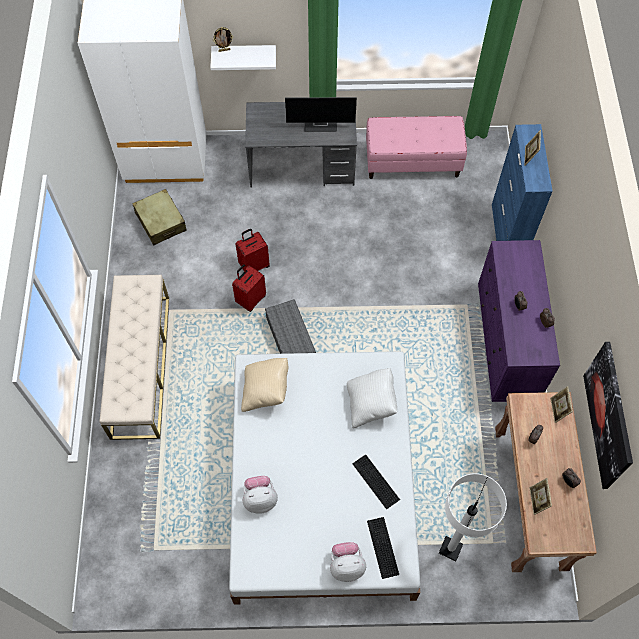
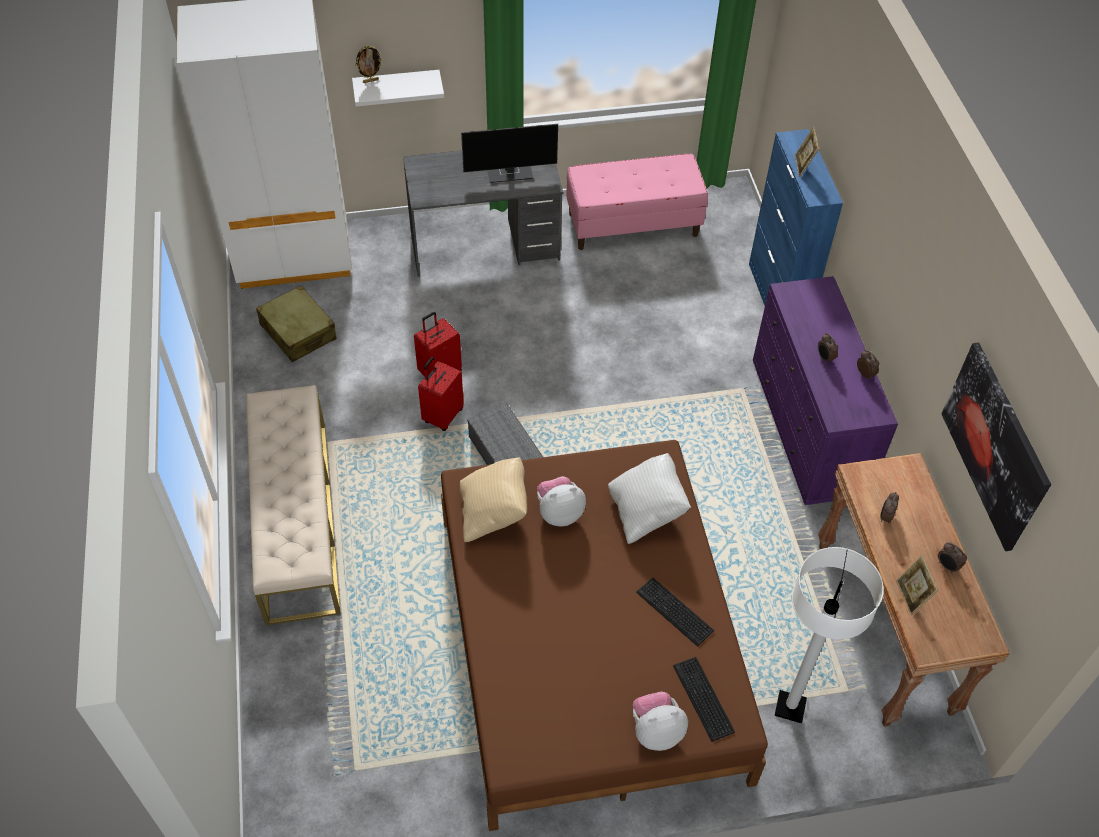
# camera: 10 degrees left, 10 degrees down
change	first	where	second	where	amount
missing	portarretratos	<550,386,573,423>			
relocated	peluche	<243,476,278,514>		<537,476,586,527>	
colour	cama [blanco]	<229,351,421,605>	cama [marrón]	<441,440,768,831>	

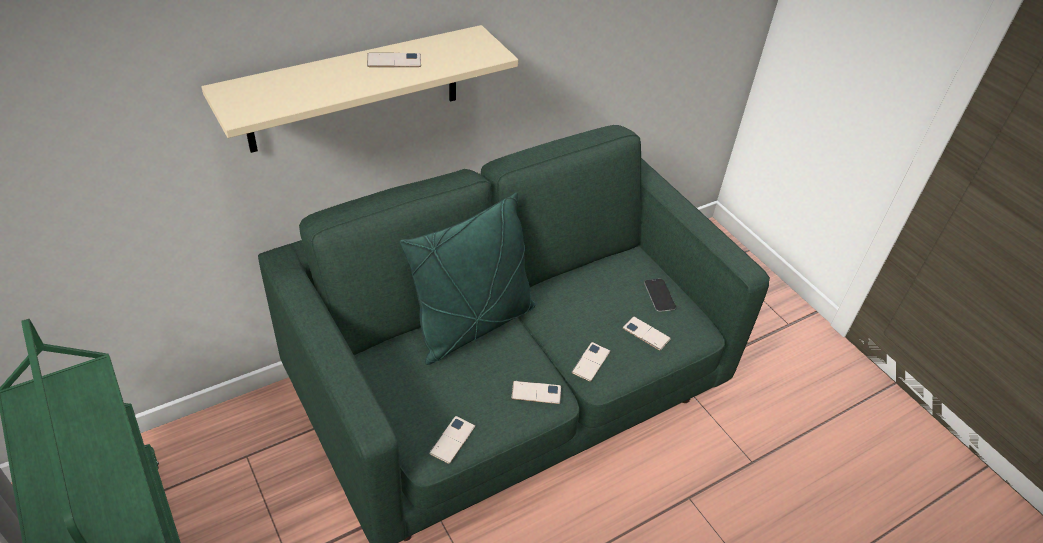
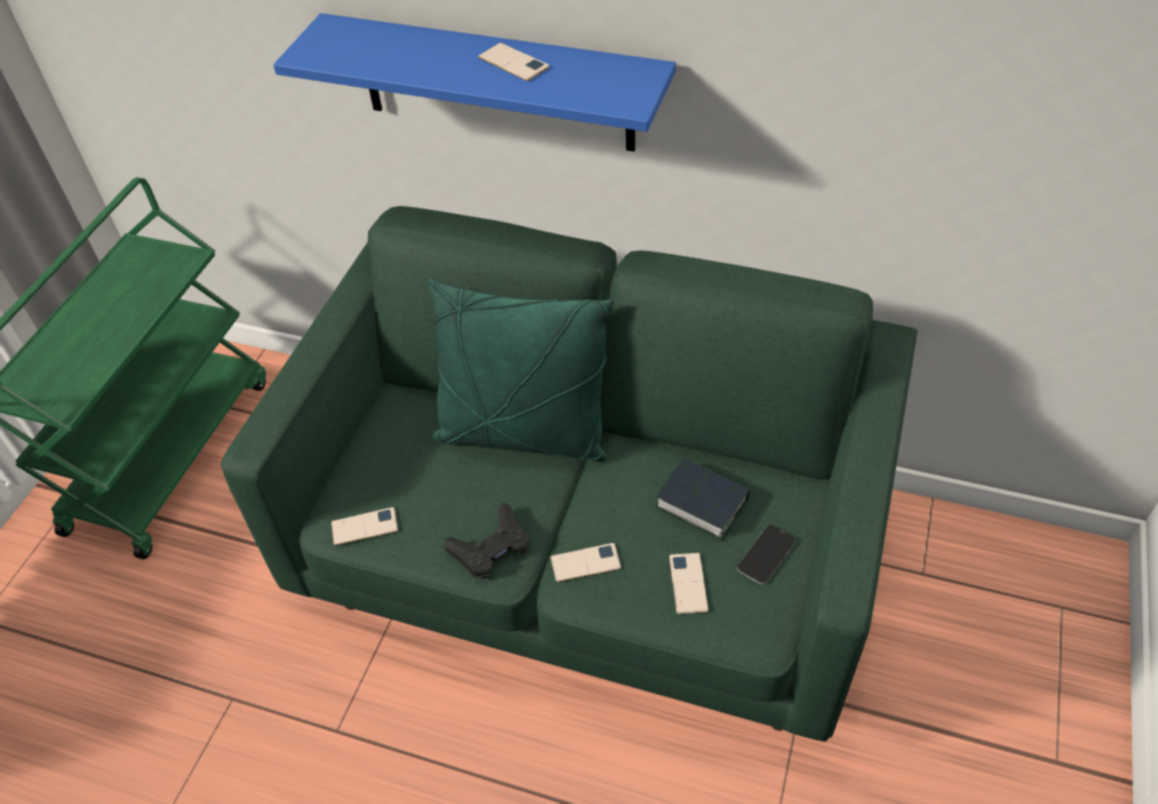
# camera: 55 degrees right, 5 degrees up
change	first	where	second	where	amount
appeared			libro	<655,458,750,541>	
exchanged	móvil	<511,381,561,404>	mando de consola [negro]	<445,503,529,579>	
colour	estante [beis]	<201,25,518,153>	estante [azul]	<273,13,676,152>	

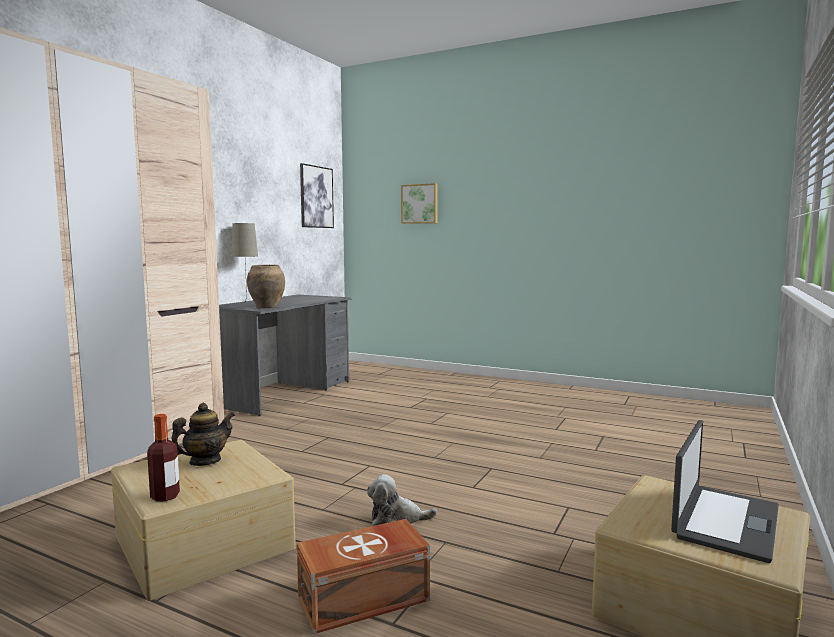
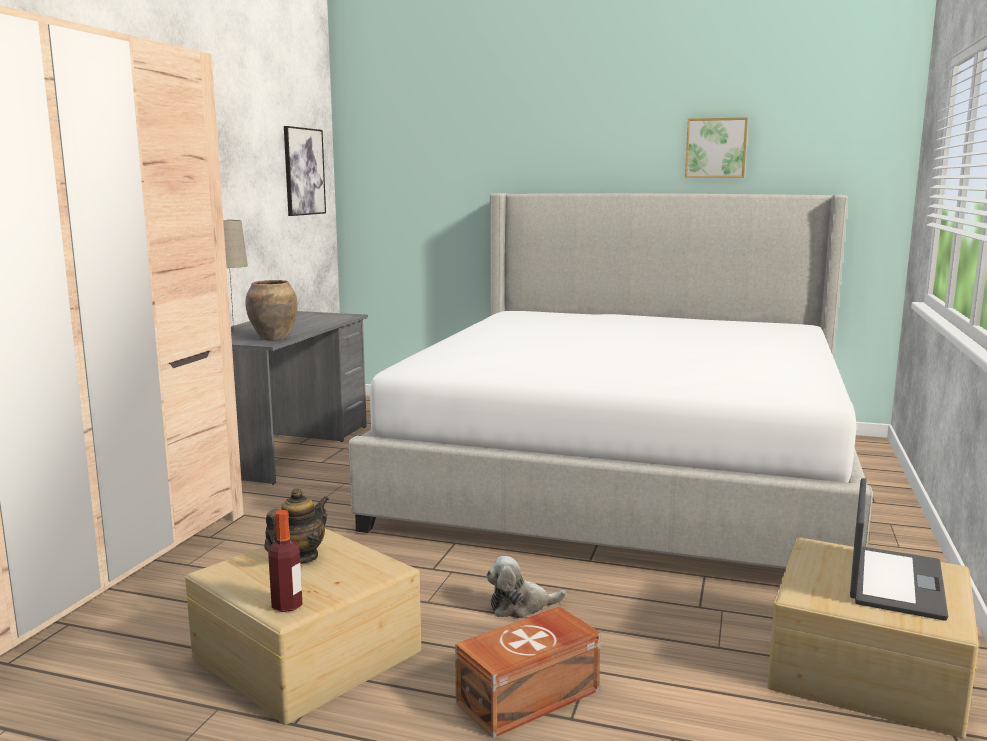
# camera: 10 degrees left, 5 degrees up
change	first	where	second	where	amount
appeared			cama	<348,193,873,569>	
relocated	cuadro	<401,183,438,224>		<685,117,748,178>	

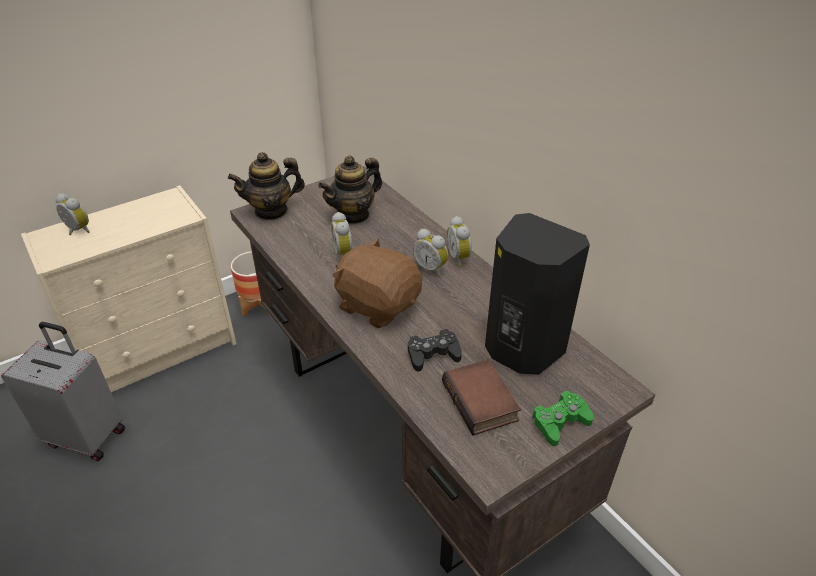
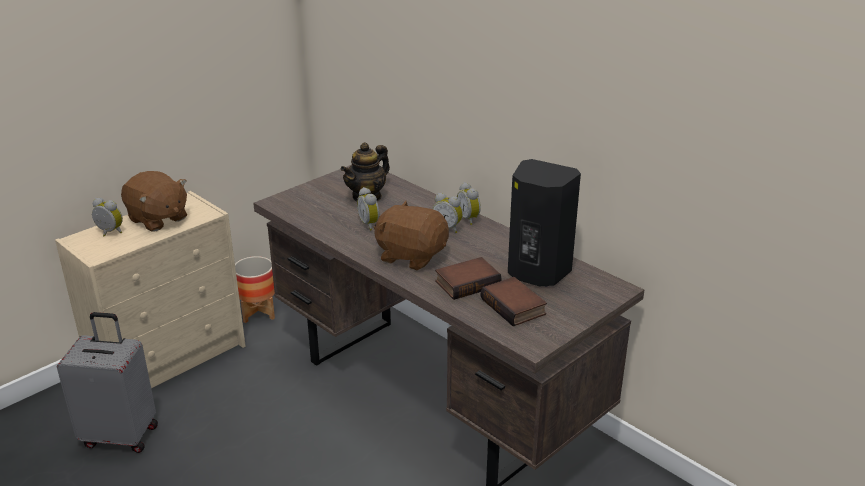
# camera: 10 degrees left, 10 degrees down
change	first	where	second	where	amount
missing	tetera	<228,152,305,220>			
missing	mando de consola [verde]	<532,391,594,446>			
appeared			peluche [marrón]	<121,171,187,231>	
exchanged	mando de consola [negro]	<408,329,462,372>	libro	<435,257,502,300>	

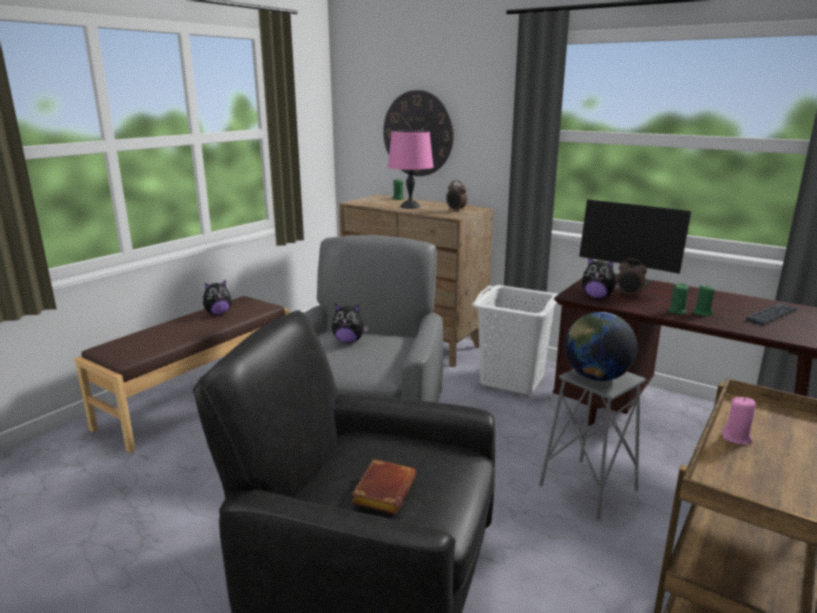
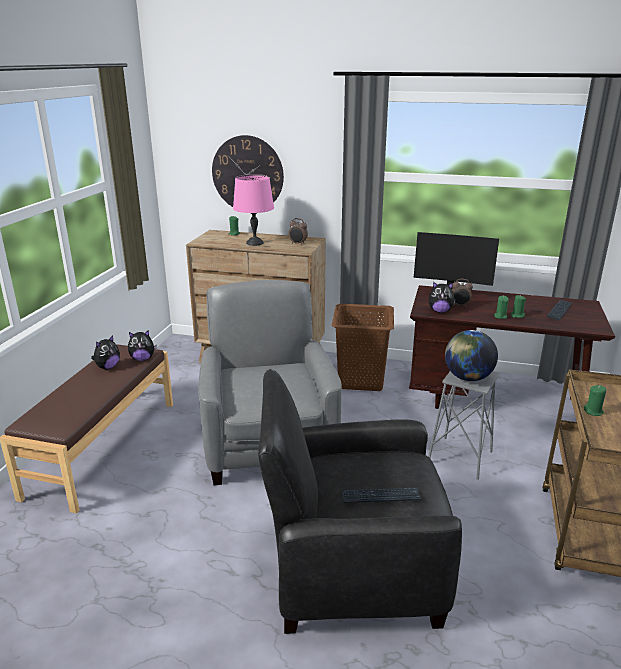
# camera: 20 degrees left, 5 degrees up
change	first	where	second	where	amount
relocated	peluche	<332,304,369,343>		<128,330,157,361>	
exchanged	libro [marrón]	<352,459,416,514>	teclado	<342,488,422,503>	
colour	cesto de la ropa [blanco]	<472,285,558,395>	cesto de la ropa [marrón]	<332,304,394,391>	
colour	vela [rosa]	<722,397,756,445>	vela [verde]	<584,385,606,416>	

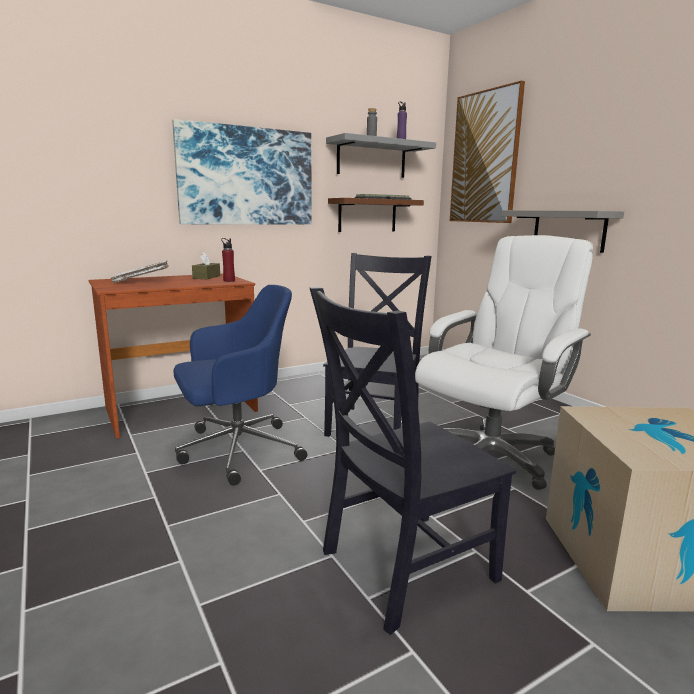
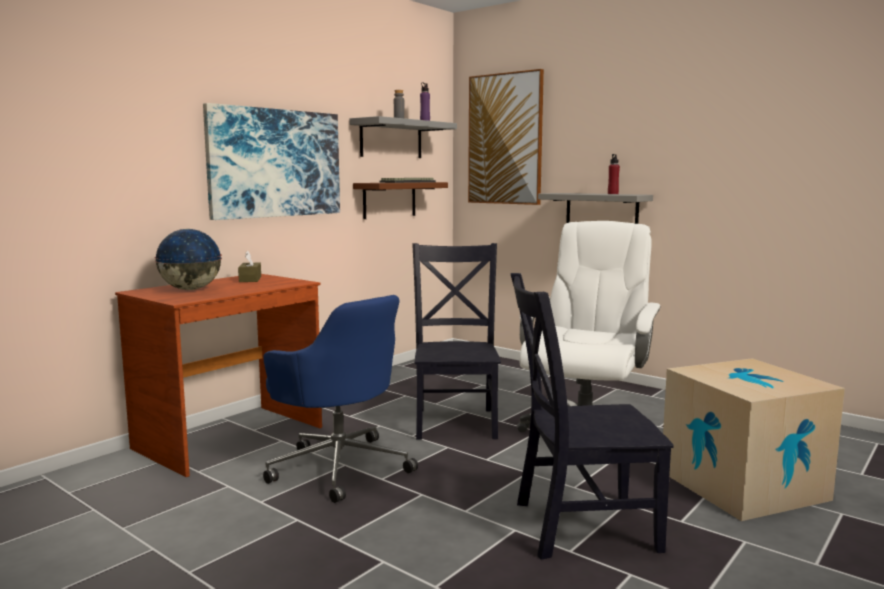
# camera: 20 degrees left, 5 degrees down
change	first	where	second	where	amount
relocated	botella [rojo]	<221,238,235,282>		<608,154,620,194>	
exchanged	libro [blanco]	<111,260,169,283>	globo terráqueo	<154,229,222,290>	
spun	silla de oficina [azul]	<173,285,307,486>		<263,295,418,503>	90 degrees clockwise
spun	silla [negro]	<309,287,516,635>		<511,273,674,560>	45 degrees clockwise

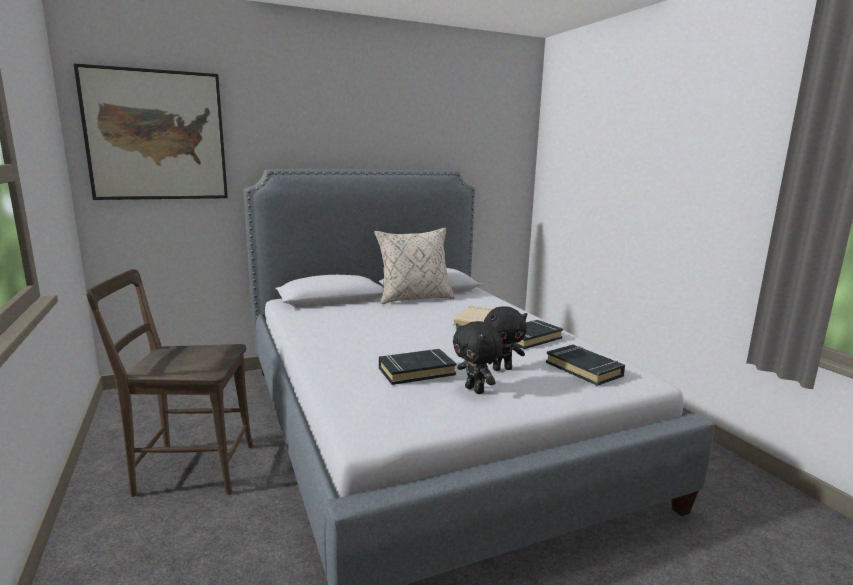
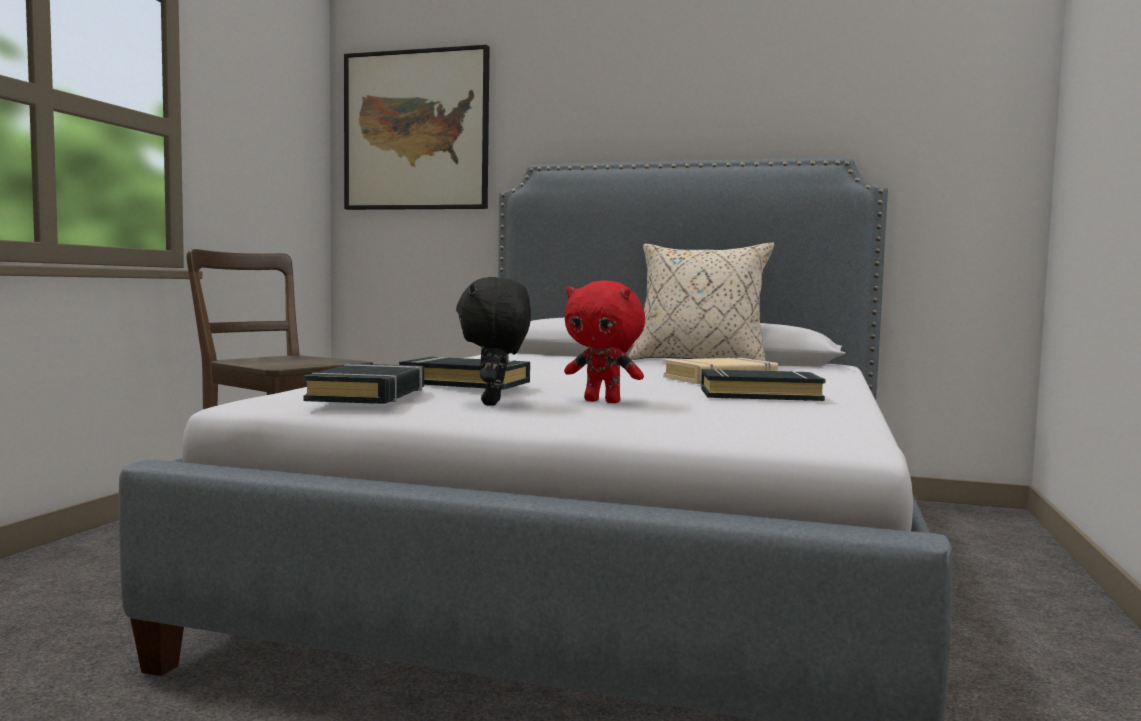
# camera: 40 degrees right, 10 degrees down
change	first	where	second	where	amount
relocated	libro [negro]	<546,345,625,386>		<303,364,424,404>	
colour	peluche [negro]	<484,306,527,371>	peluche [rojo]	<564,280,645,403>	

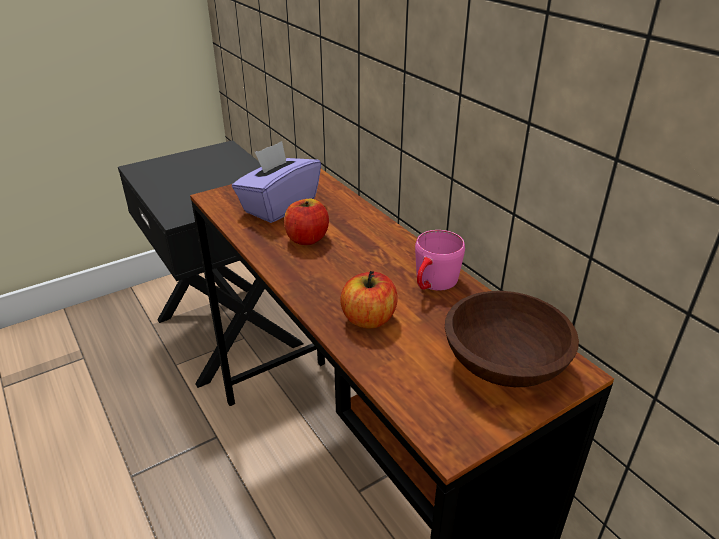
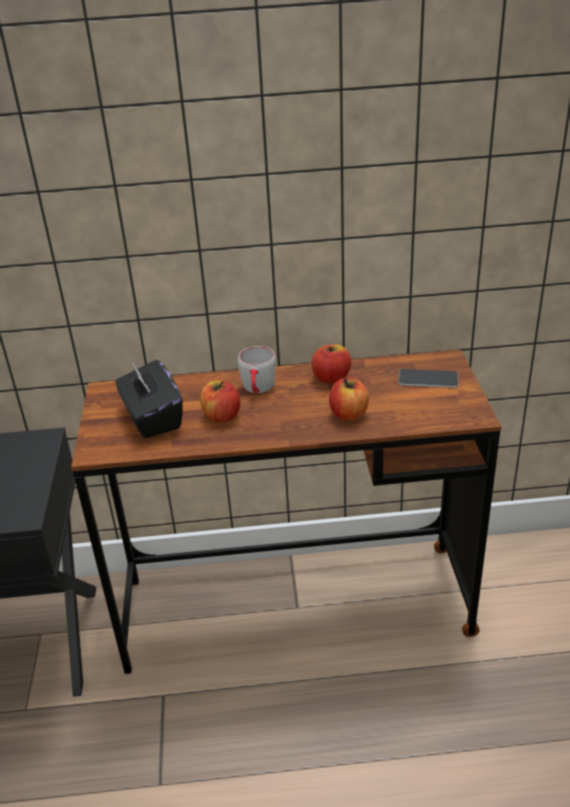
# camera: 60 degrees left, 0 degrees up
change	first	where	second	where	amount
appeared			taza grande [gris]	<238,346,276,394>	
exchanged	taza grande [rosa]	<415,230,465,291>	manzana	<311,344,351,383>	
exchanged	cuenco [marrón]	<445,291,579,387>	móvil	<398,369,458,388>	
colour	caja de pañuelos [morado]	<232,141,321,223>	caja de pañuelos [negro]	<115,360,182,438>	

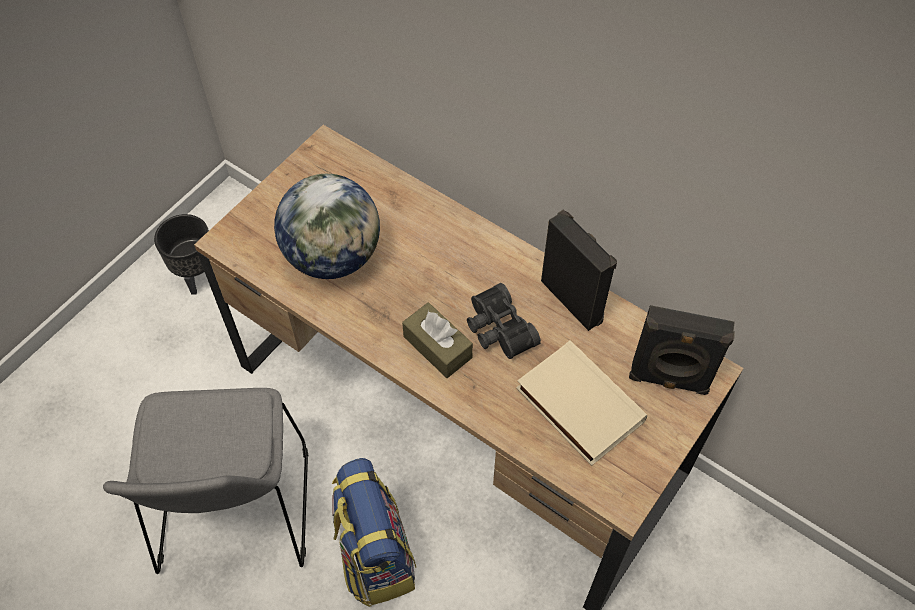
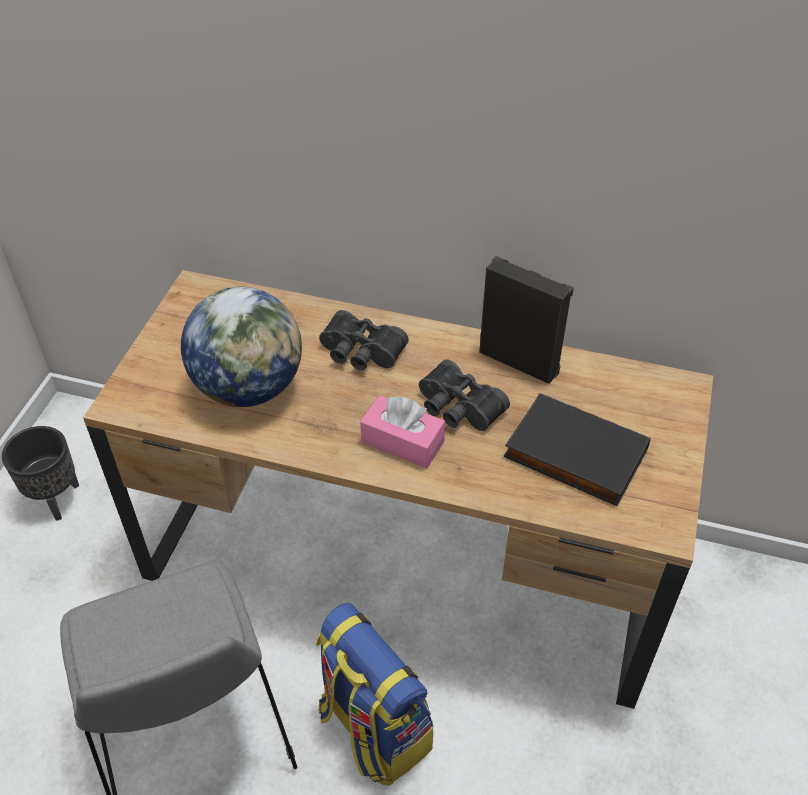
# camera: 20 degrees left, 10 degrees down
change	first	where	second	where	amount
missing	altavoz [negro]	<629,305,735,395>			
appeared			prismáticos [negro]	<319,310,409,370>	
colour	caja de pañuelos [marrón]	<402,303,473,378>	caja de pañuelos [rosa]	<360,396,445,468>	
colour	libro [beis]	<516,341,647,466>	libro [negro]	<504,393,651,506>	

